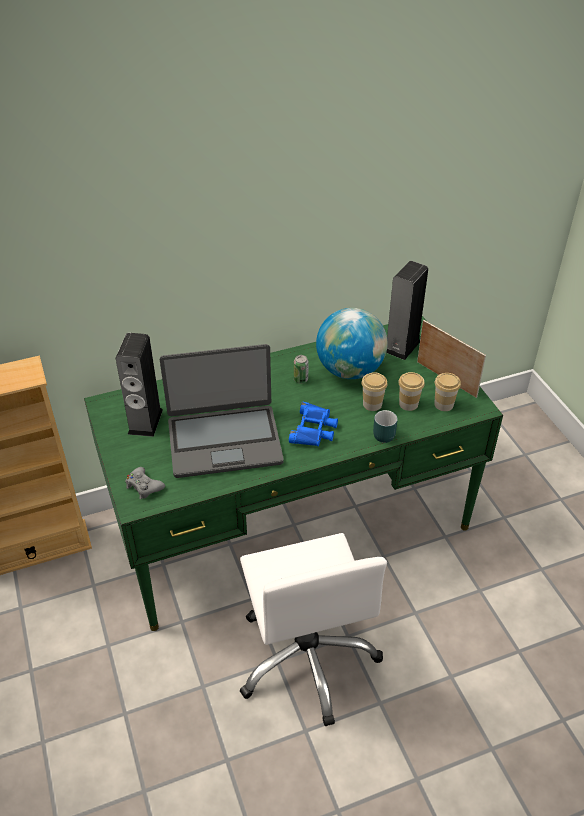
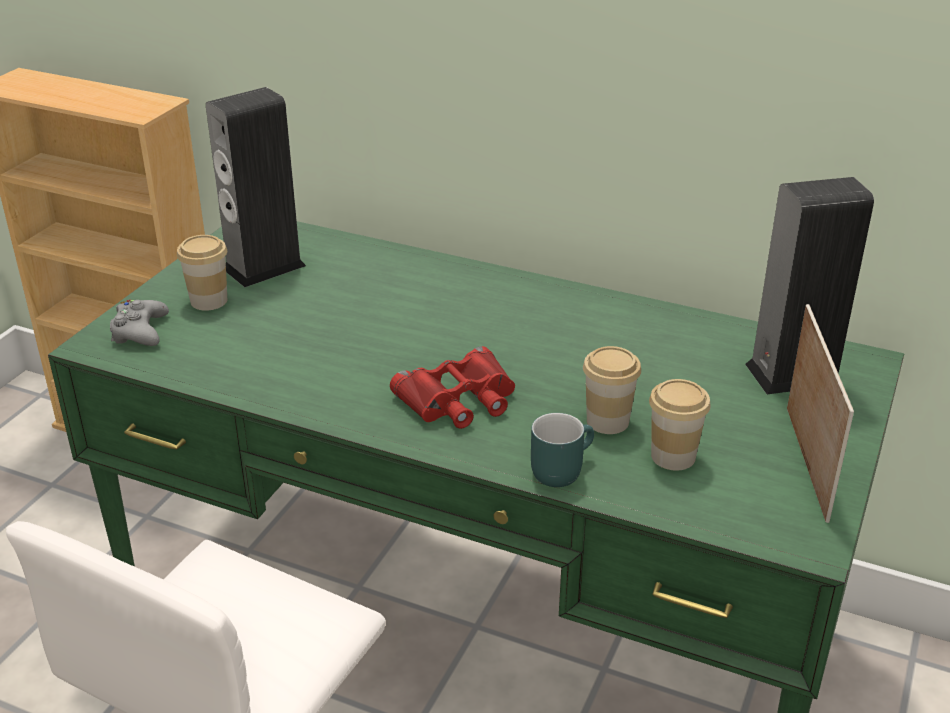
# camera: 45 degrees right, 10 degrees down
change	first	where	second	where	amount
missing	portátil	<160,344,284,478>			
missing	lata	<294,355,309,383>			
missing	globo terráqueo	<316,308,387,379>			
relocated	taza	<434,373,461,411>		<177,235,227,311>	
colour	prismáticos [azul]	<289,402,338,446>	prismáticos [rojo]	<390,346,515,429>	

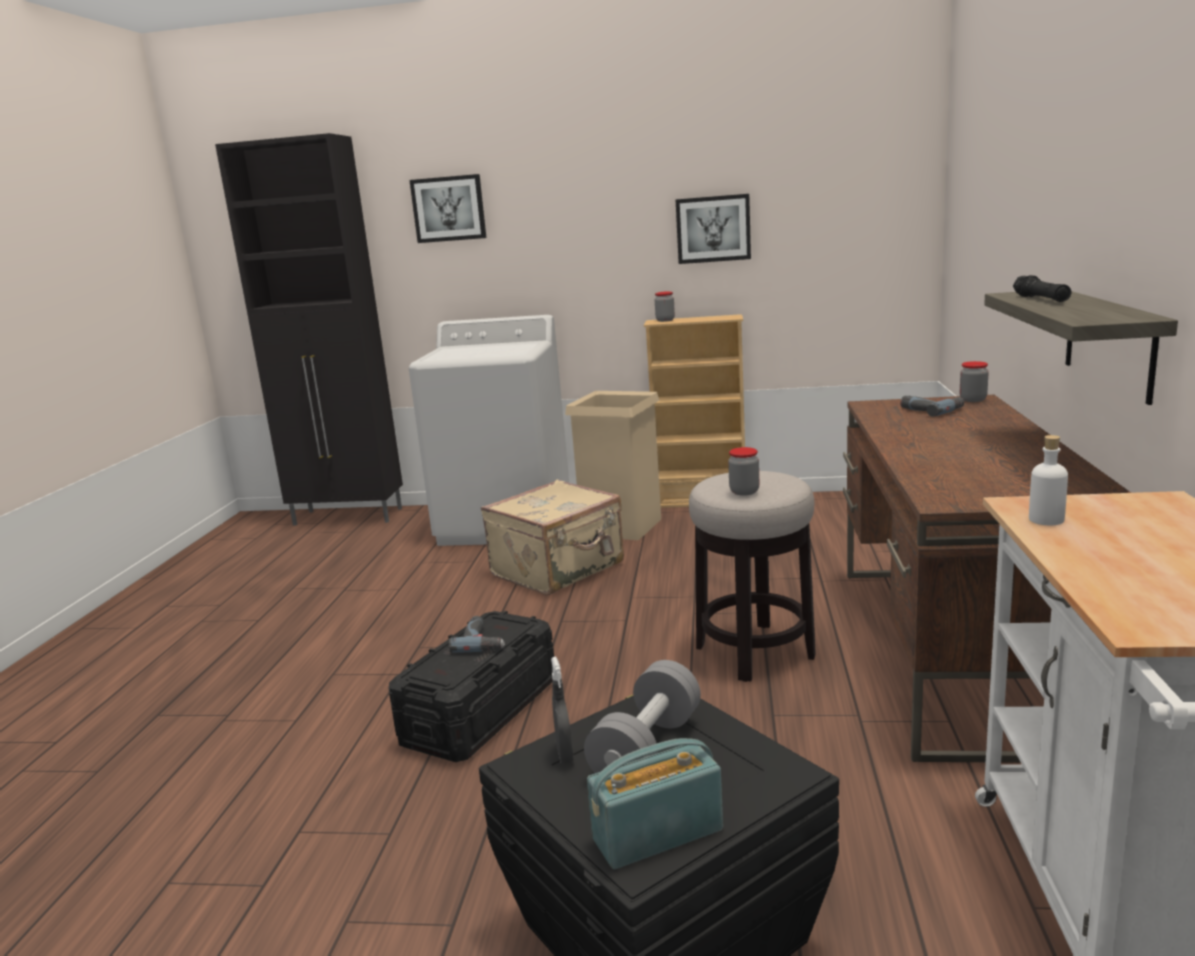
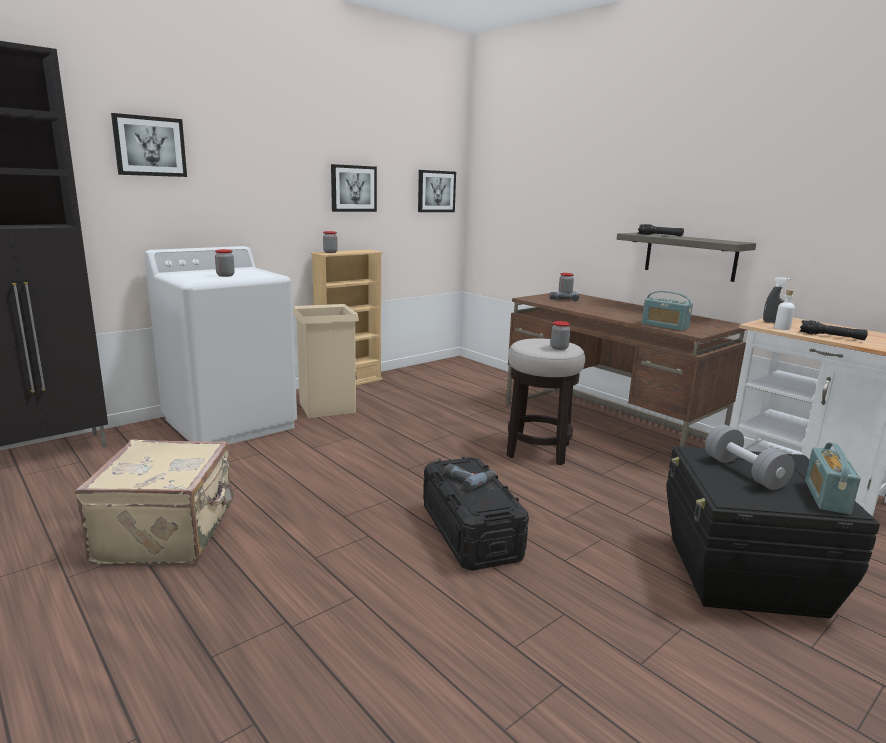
# camera: 50 degrees left, 0 degrees up
change	first	where	second	where	amount
appeared			tarro	<215,249,234,277>	
appeared			cuadro	<418,170,456,212>	
appeared			radio	<642,291,693,331>	
appeared			linterna [negro]	<800,320,868,340>	
relocated	maleta [beis]	<481,480,624,595>		<75,439,234,566>	
relocated	pulverizador [gris]	<551,657,574,764>		<763,277,790,323>	

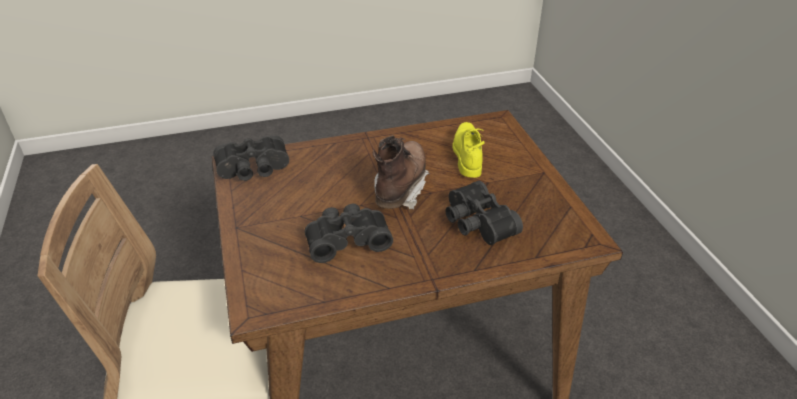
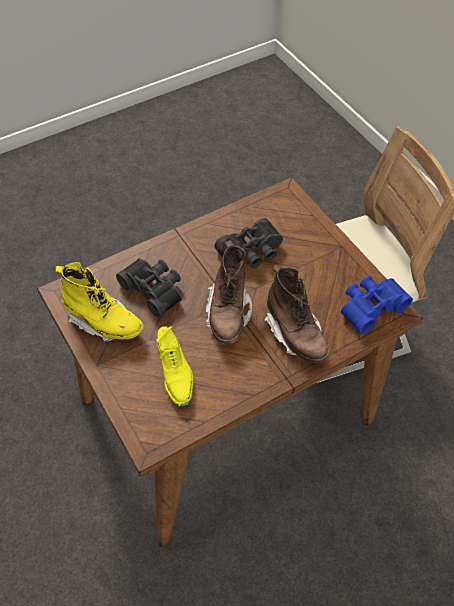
# camera: 165 degrees right, 15 degrees up
change	first	where	second	where	amount
appeared			bota [amarillo]	<56,262,144,342>	
appeared			bota [marrón]	<264,264,330,363>	
colour	prismáticos [negro]	<213,135,289,181>	prismáticos [azul]	<341,276,413,334>	

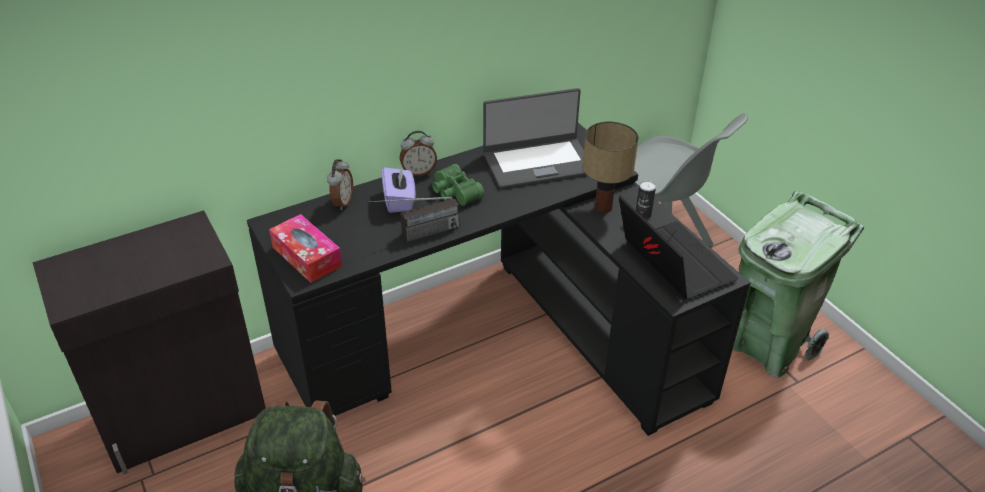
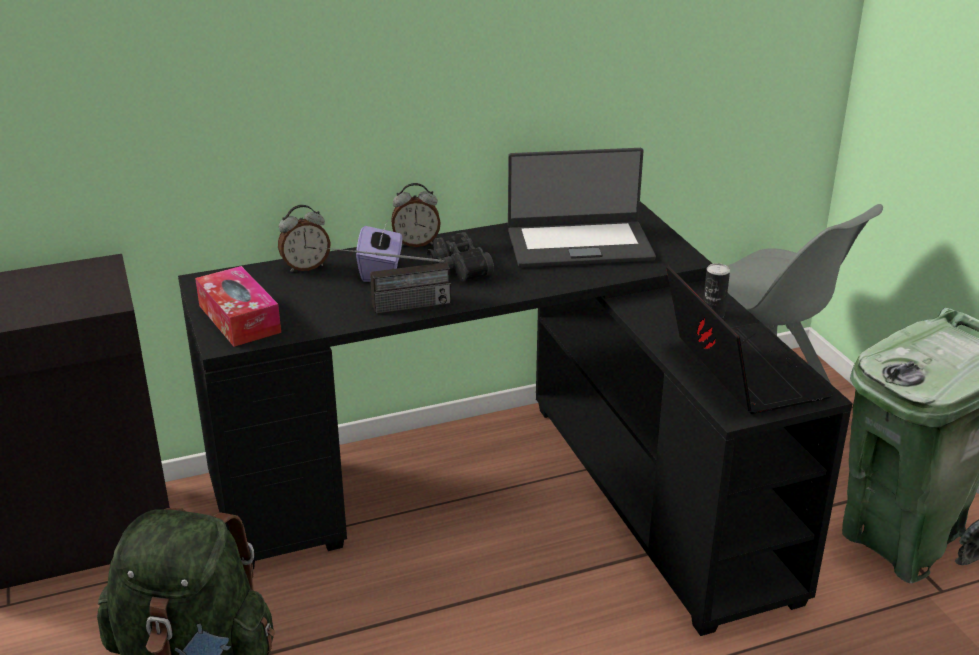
# camera: 10 degrees right, 10 degrees down
change	first	where	second	where	amount
missing	lámpara de mesa	<583,122,639,213>			
colour	prismáticos [verde]	<432,164,484,206>	prismáticos [negro]	<427,232,494,281>	
spun	despertador	<327,159,353,210>		<278,205,331,272>	45 degrees clockwise

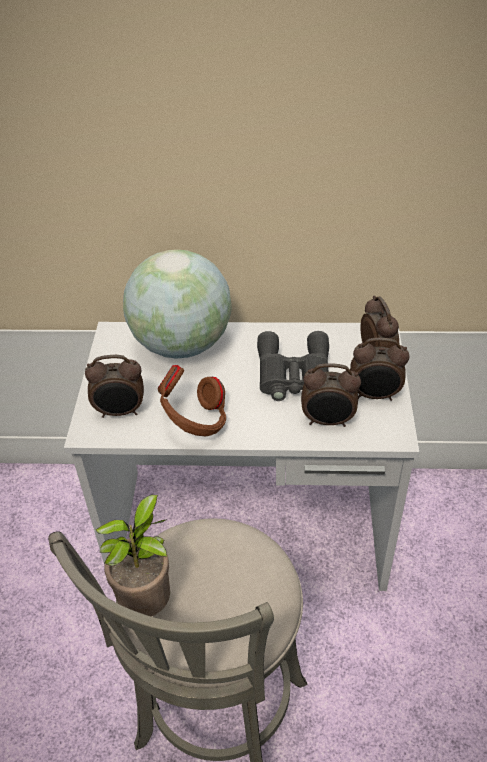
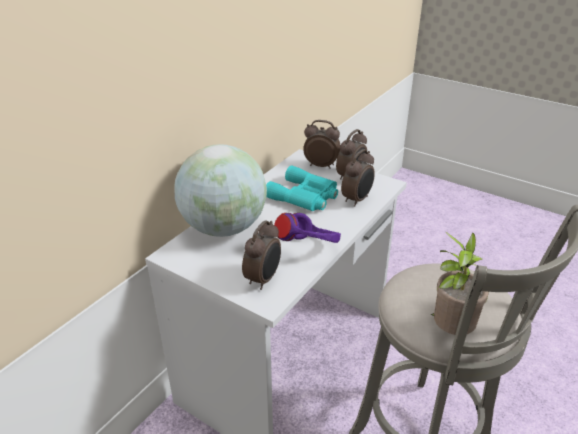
# camera: 60 degrees left, 10 degrees down
change	first	where	second	where	amount
colour	auriculares [marrón]	<157,365,226,436>	auriculares [morado]	<274,213,341,243>	
colour	prismáticos [gris]	<257,331,329,401>	prismáticos [turquesa]	<266,165,338,211>	

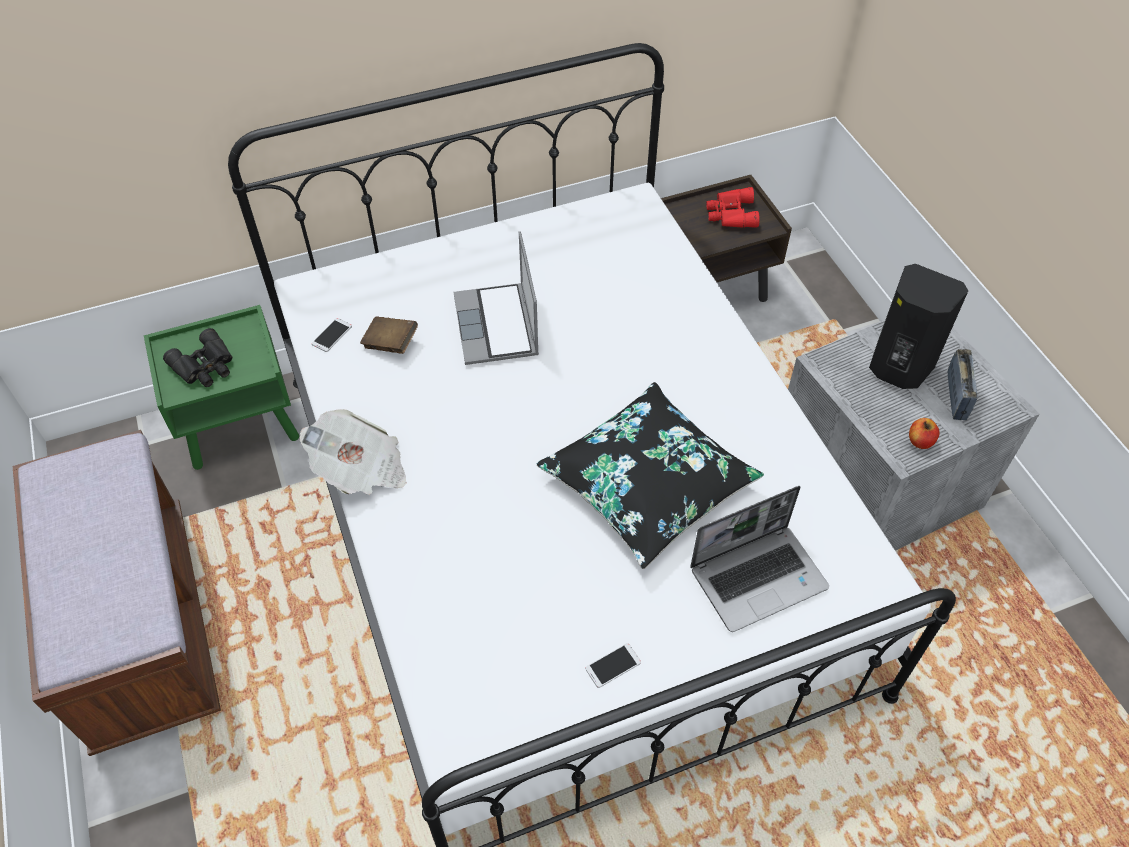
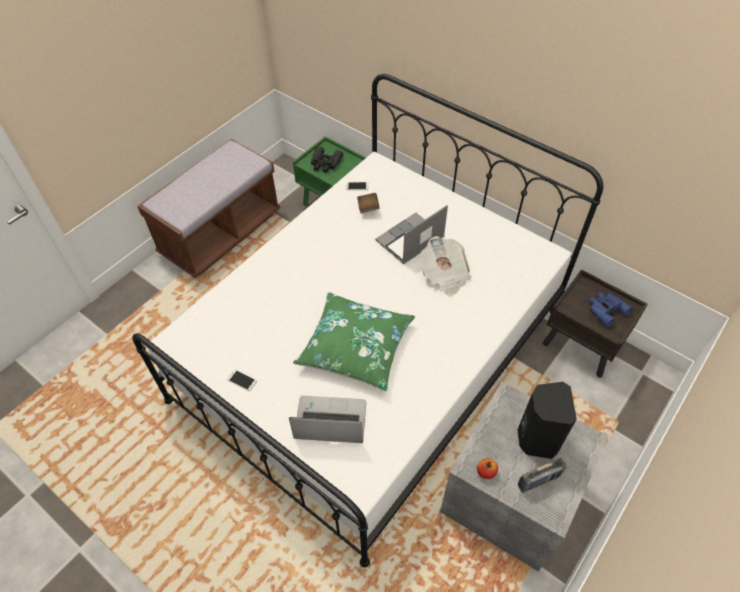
# camera: 60 degrees right, 0 degrees up
change	first	where	second	where	amount
relocated	periódico	<300,409,407,495>		<420,236,471,297>	
colour	cojín [negro]	<537,382,764,569>	cojín [verde]	<293,293,415,391>	
colour	prismáticos [rojo]	<707,187,760,228>	prismáticos [azul]	<589,292,633,327>	
spun	portátil	<690,486,829,632>		<289,396,366,443>	150 degrees clockwise

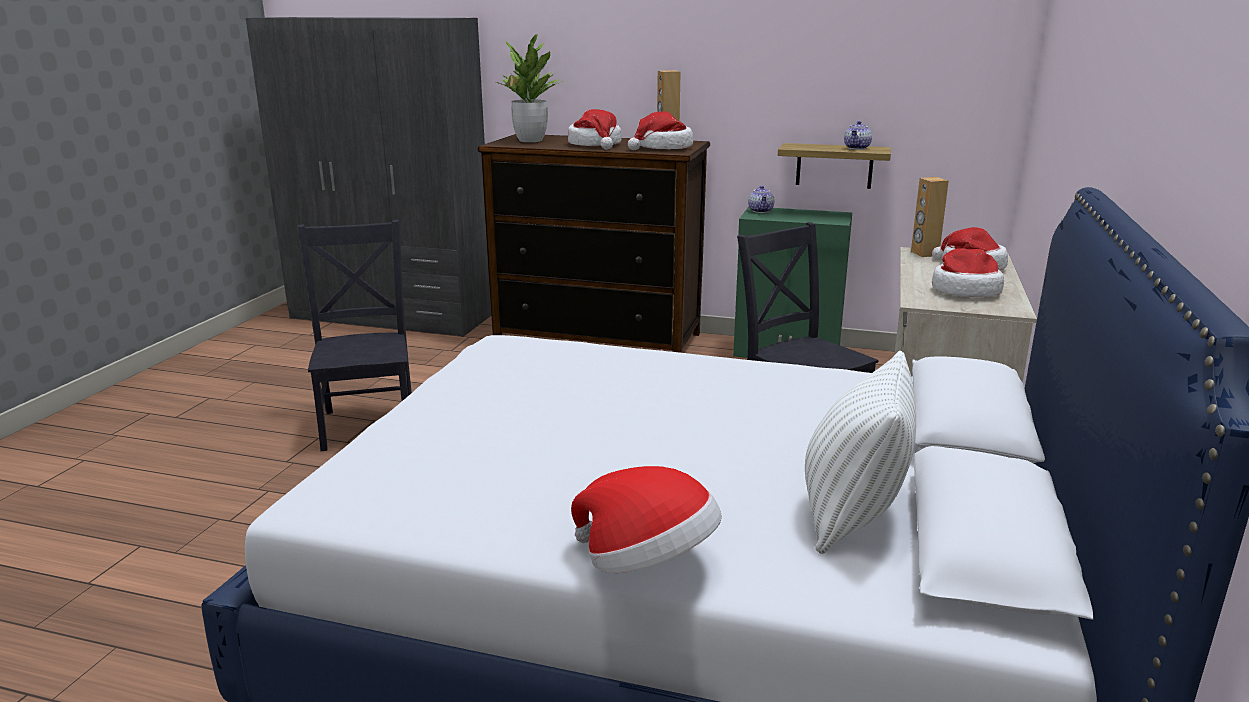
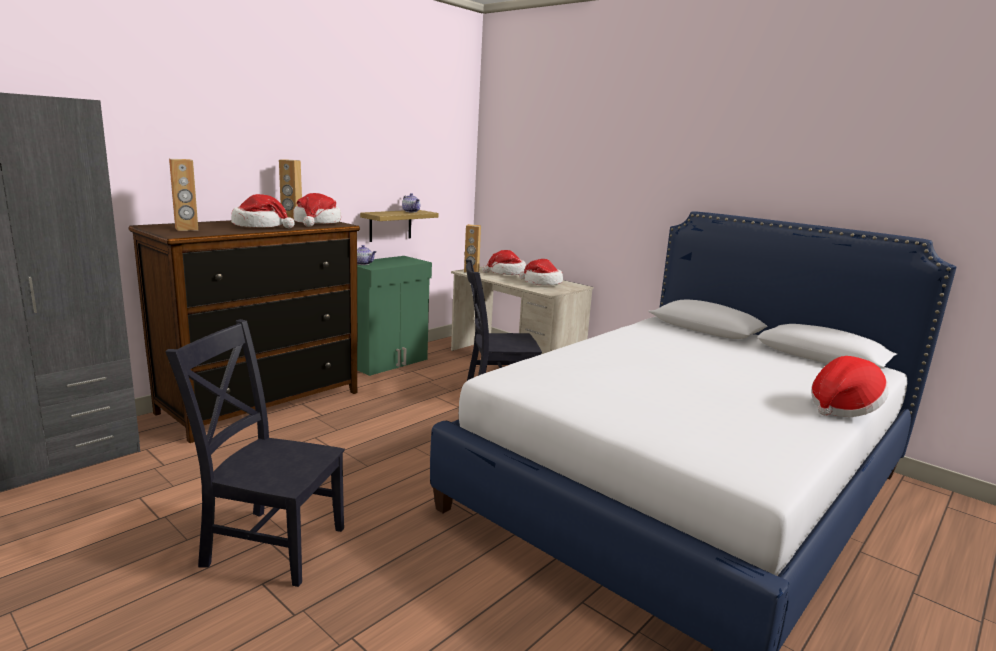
# camera: 65 degrees left, 5 degrees down
change	first	where	second	where	amount
missing	cojín [blanco]	<805,351,916,554>			
exchanged	planta en maceta	<496,34,562,142>	altavoz [marrón]	<169,159,198,231>	

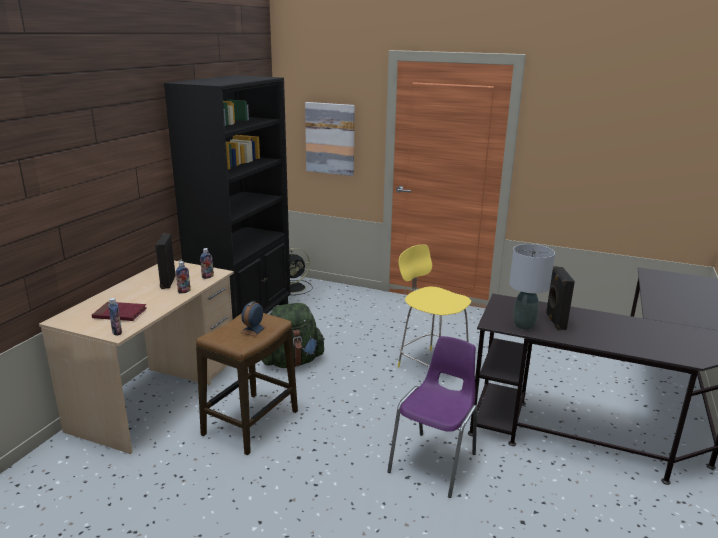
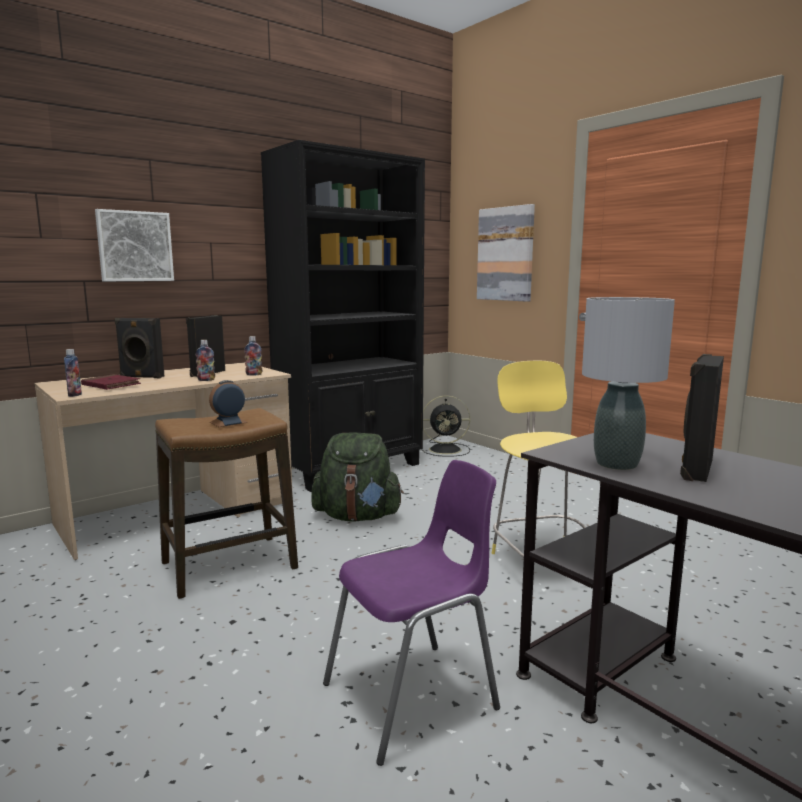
# camera: 30 degrees right, 10 degrees down
change	first	where	second	where	amount
appeared			cuadro	<95,209,174,281>	
appeared			altavoz [negro]	<114,318,164,378>	

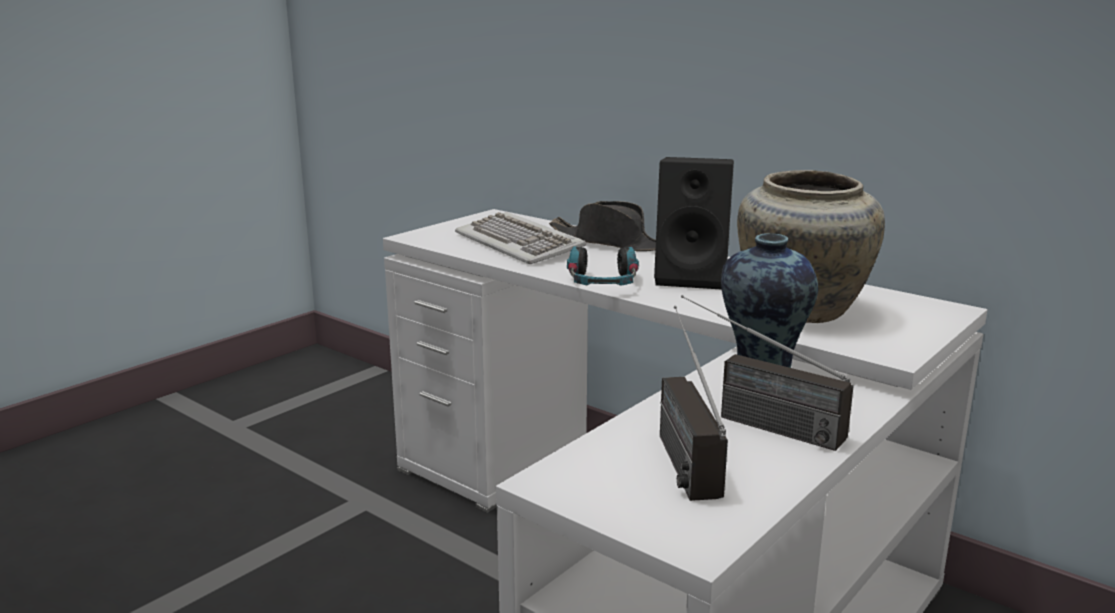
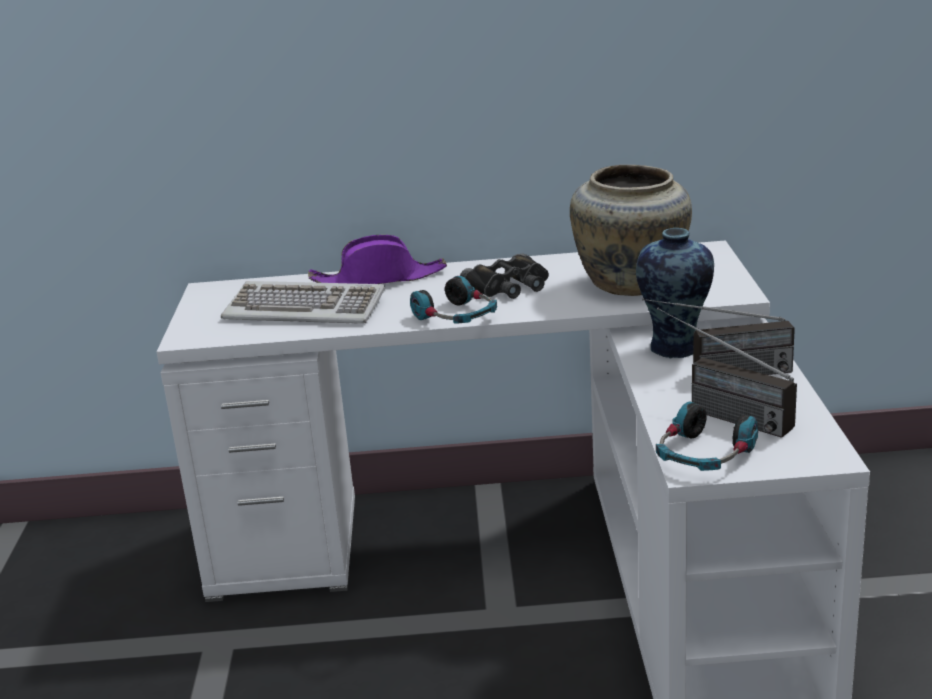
# camera: 40 degrees left, 5 degrees up
change	first	where	second	where	amount
appeared			auriculares	<656,402,758,471>	
exchanged	altavoz [negro]	<654,157,734,290>	prismáticos [negro]	<460,253,549,299>	
colour	sombrero [negro]	<549,201,656,251>	sombrero [morado]	<308,235,447,284>	

